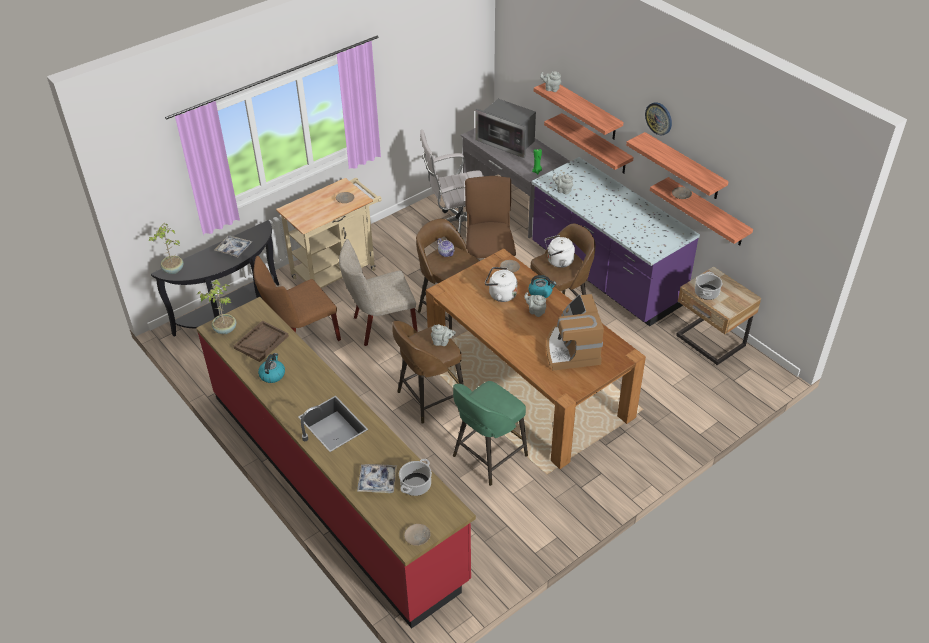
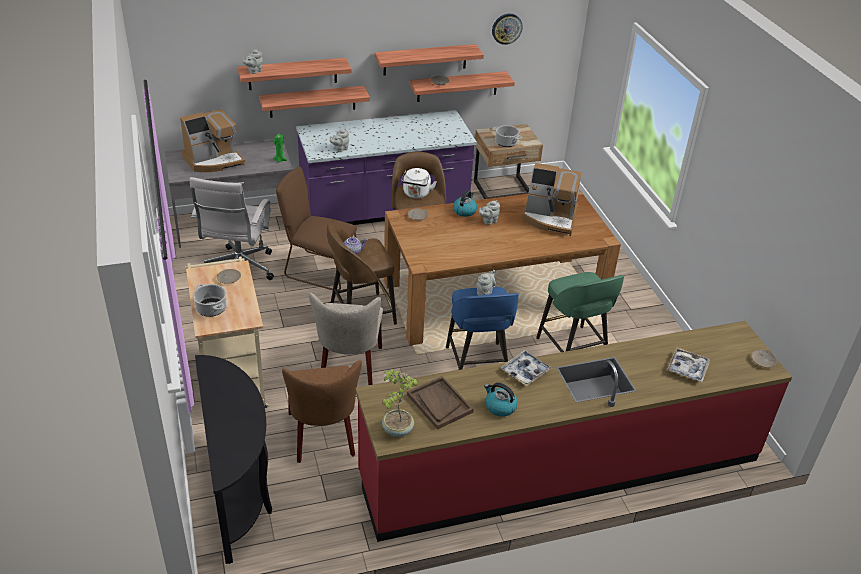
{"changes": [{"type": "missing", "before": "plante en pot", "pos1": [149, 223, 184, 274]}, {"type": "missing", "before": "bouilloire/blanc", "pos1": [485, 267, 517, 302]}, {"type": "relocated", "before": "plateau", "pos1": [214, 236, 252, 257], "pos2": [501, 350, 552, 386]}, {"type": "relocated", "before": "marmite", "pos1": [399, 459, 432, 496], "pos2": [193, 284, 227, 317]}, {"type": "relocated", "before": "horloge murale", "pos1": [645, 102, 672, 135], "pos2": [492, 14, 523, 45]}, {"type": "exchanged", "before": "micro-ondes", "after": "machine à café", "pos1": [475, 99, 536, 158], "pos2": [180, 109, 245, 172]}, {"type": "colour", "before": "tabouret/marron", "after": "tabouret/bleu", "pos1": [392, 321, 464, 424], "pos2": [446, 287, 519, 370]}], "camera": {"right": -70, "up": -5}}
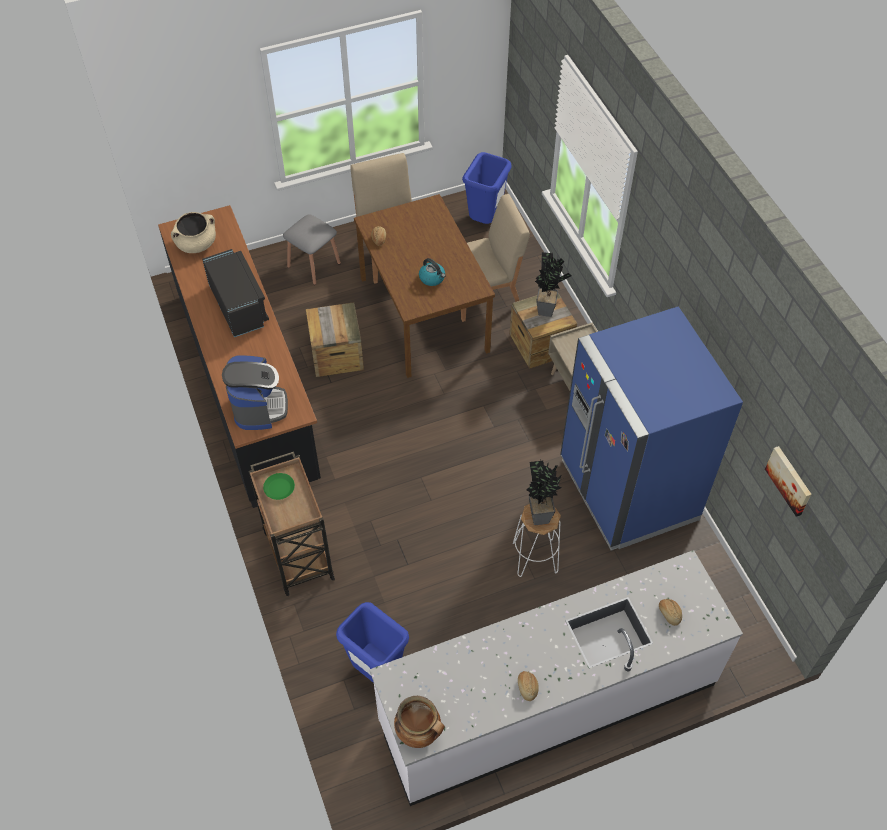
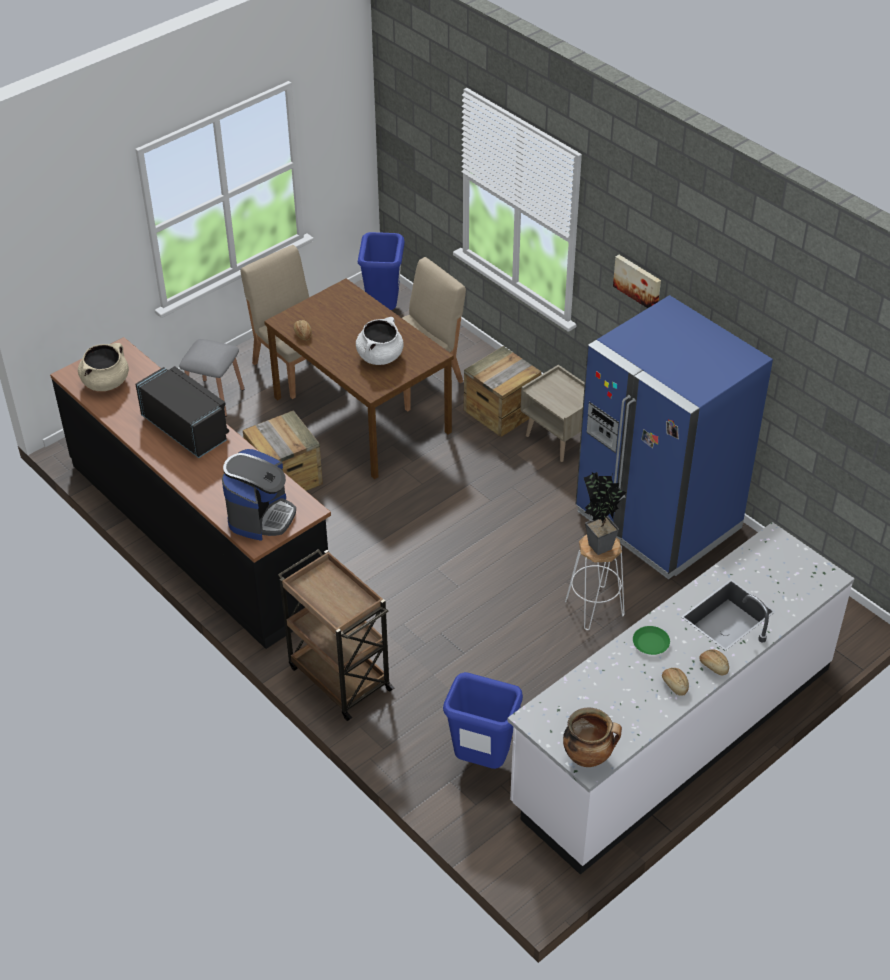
{"changes": [{"type": "missing", "before": "plante en pot", "pos1": [535, 252, 572, 317]}, {"type": "relocated", "before": "assiette/vert", "pos1": [263, 473, 295, 500], "pos2": [633, 626, 670, 655]}, {"type": "relocated", "before": "pain", "pos1": [659, 599, 682, 626], "pos2": [699, 649, 729, 675]}, {"type": "relocated", "before": "tableau", "pos1": [765, 446, 812, 517], "pos2": [613, 255, 661, 308]}, {"type": "exchanged", "before": "bouilloire", "after": "marmite/blanc", "pos1": [419, 258, 445, 286], "pos2": [356, 317, 404, 365]}, {"type": "spun", "before": "machine à café", "pos1": [222, 355, 288, 430], "pos2": [222, 449, 296, 541], "turn": 45}], "camera": {"right": -20, "up": -10}}
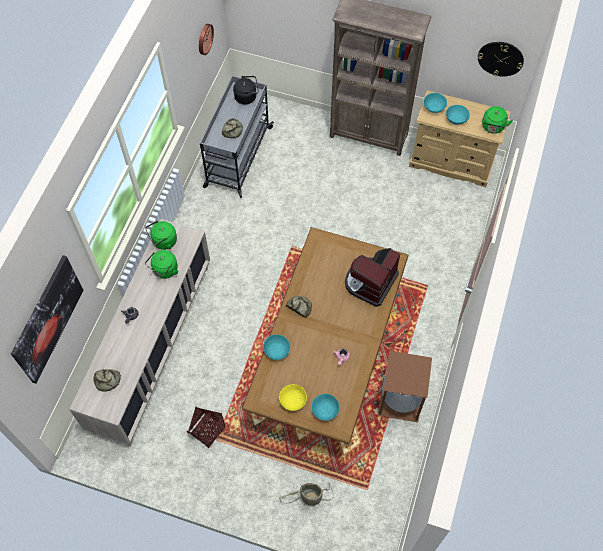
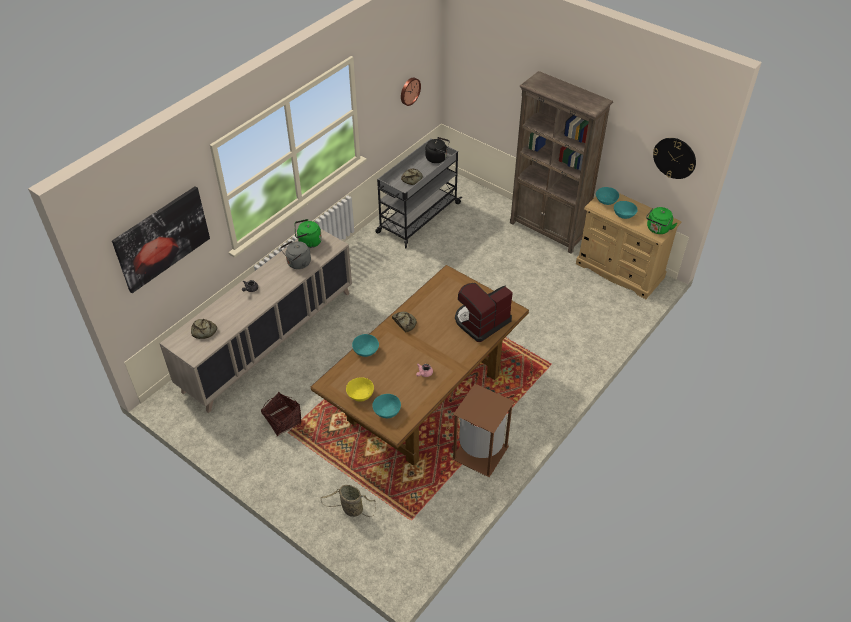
{"changes": [{"type": "colour", "before": "bouilloire/vert", "after": "bouilloire/gris", "pos1": [145, 250, 178, 279], "pos2": [280, 241, 311, 269]}], "camera": {"right": 20, "up": -15}}
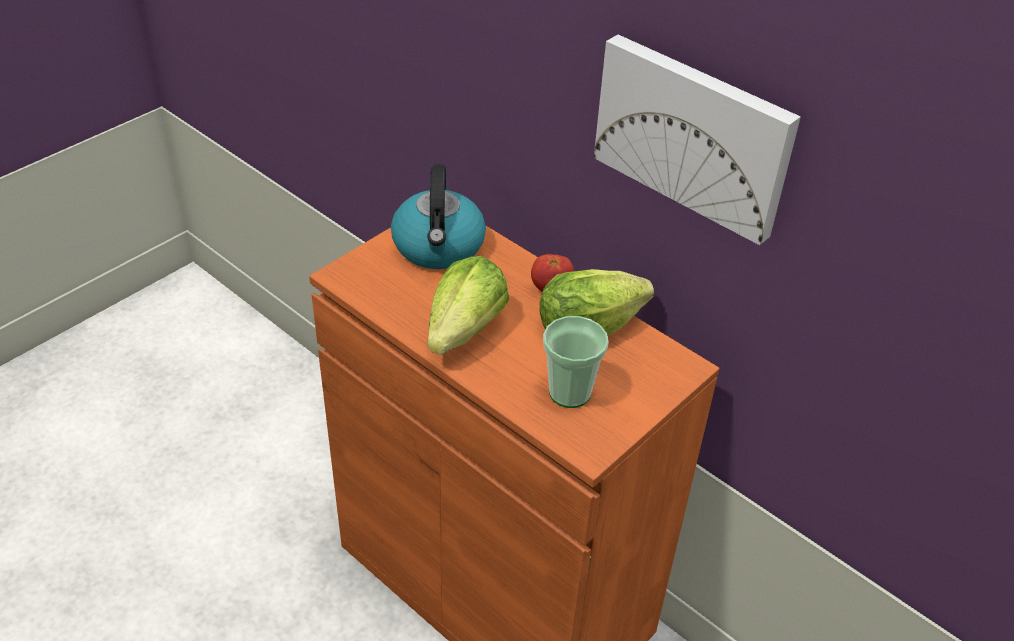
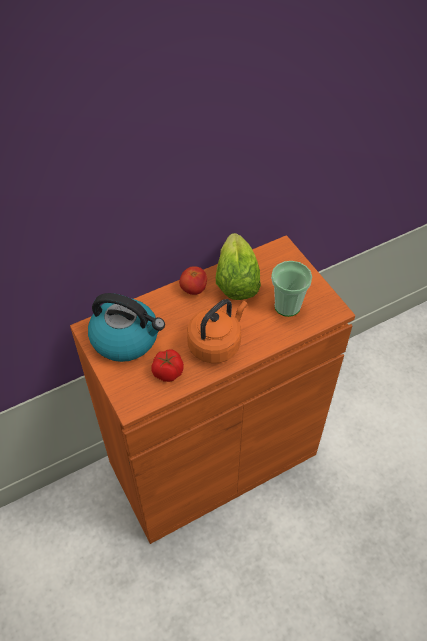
{"changes": [{"type": "missing", "before": "tableau", "pos1": [594, 35, 801, 245]}, {"type": "appeared", "after": "tomate", "pos2": [152, 349, 184, 382]}, {"type": "exchanged", "before": "laitue", "after": "bouilloire/orange", "pos1": [428, 256, 509, 355], "pos2": [187, 299, 248, 363]}], "camera": {"right": -70, "up": 10}}
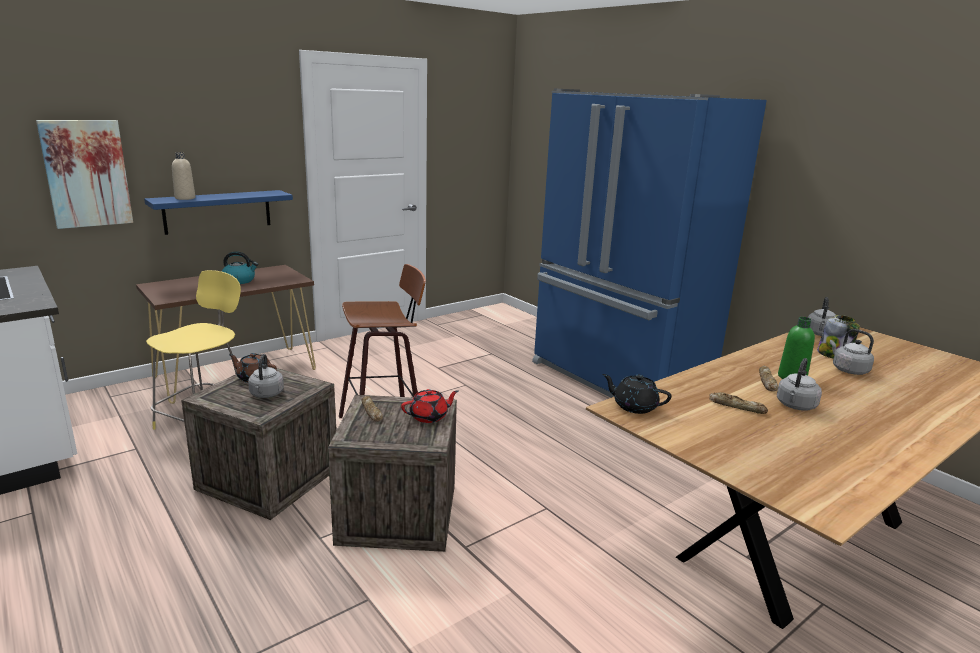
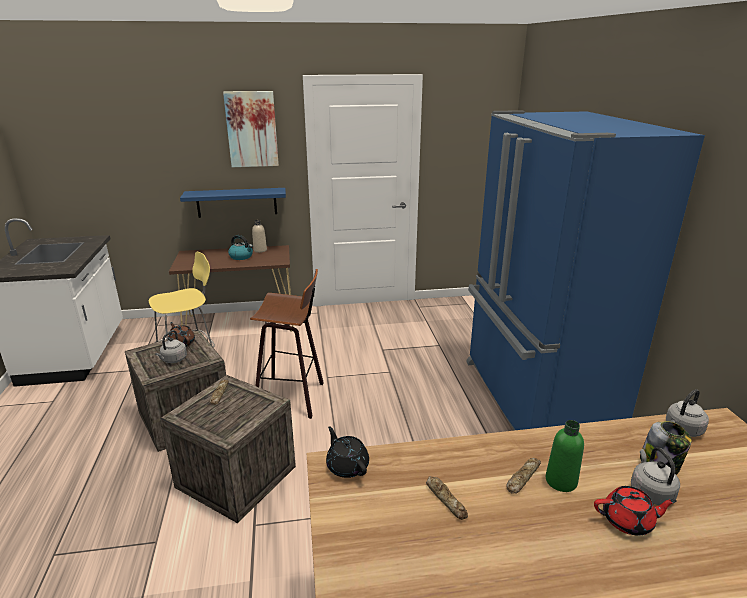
{"changes": [{"type": "missing", "before": "bouilloire/gris", "pos1": [777, 358, 822, 411]}, {"type": "relocated", "before": "tableau", "pos1": [36, 120, 133, 229], "pos2": [223, 91, 279, 167]}, {"type": "relocated", "before": "bouteille/beige", "pos1": [172, 152, 195, 200], "pos2": [252, 220, 267, 253]}, {"type": "relocated", "before": "théière/rouge", "pos1": [401, 389, 458, 423], "pos2": [594, 486, 677, 535]}], "camera": {"right": 30, "up": 5}}
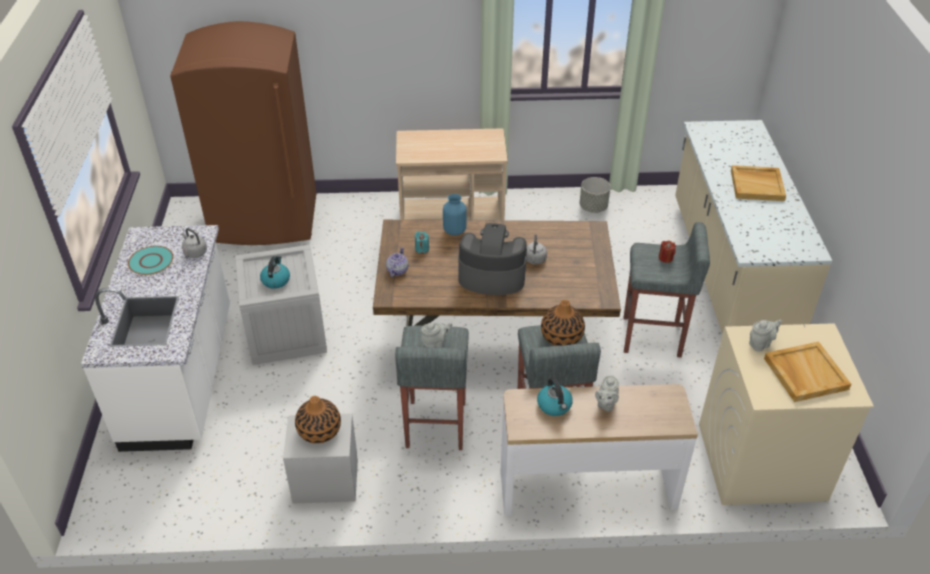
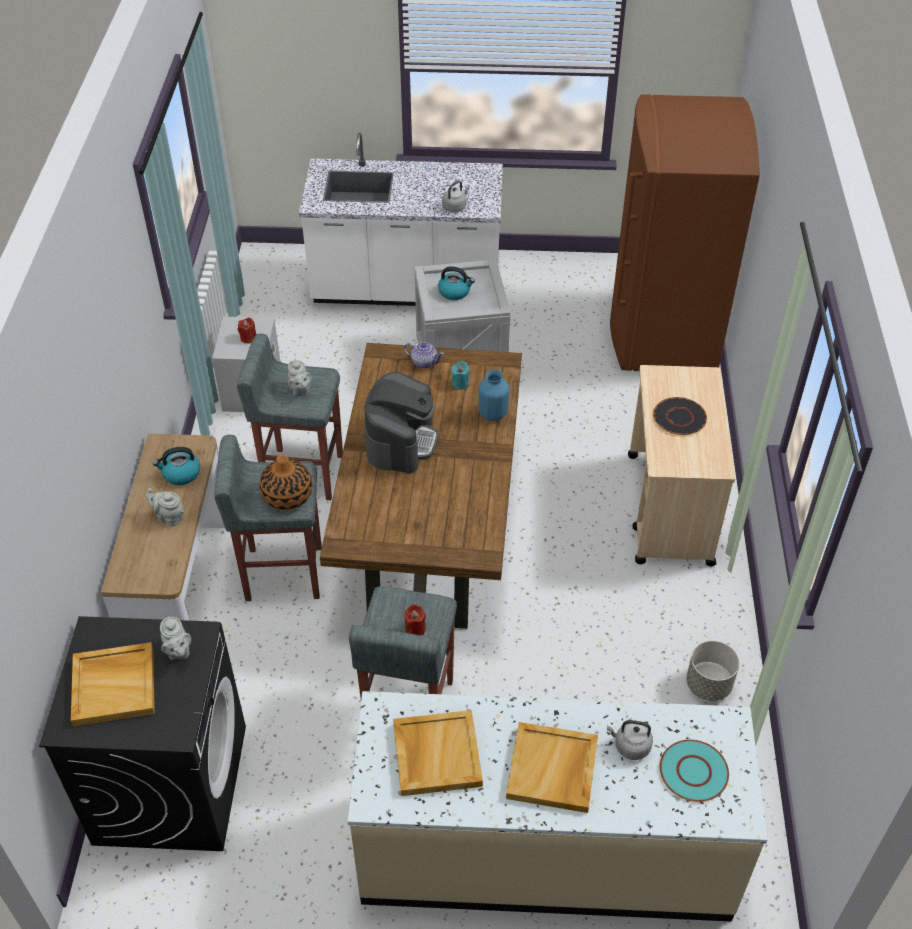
{"changes": [{"type": "appeared", "after": "plateau/beige", "pos2": [393, 710, 483, 796]}, {"type": "appeared", "after": "assiette/noir", "pos2": [653, 397, 707, 435]}, {"type": "relocated", "before": "assiette/turquoise", "pos1": [128, 246, 173, 275], "pos2": [660, 739, 729, 802]}, {"type": "relocated", "before": "bouilloire/gris", "pos1": [526, 234, 547, 264], "pos2": [607, 720, 653, 760]}, {"type": "exchanged", "before": "vase", "after": "bougie/rouge", "pos1": [295, 396, 341, 444], "pos2": [238, 317, 257, 344]}, {"type": "colour", "before": "lave-linge/beige", "after": "lave-linge/noir", "pos1": [699, 323, 874, 505], "pos2": [39, 616, 246, 851]}], "camera": {"right": 95, "up": 5}}
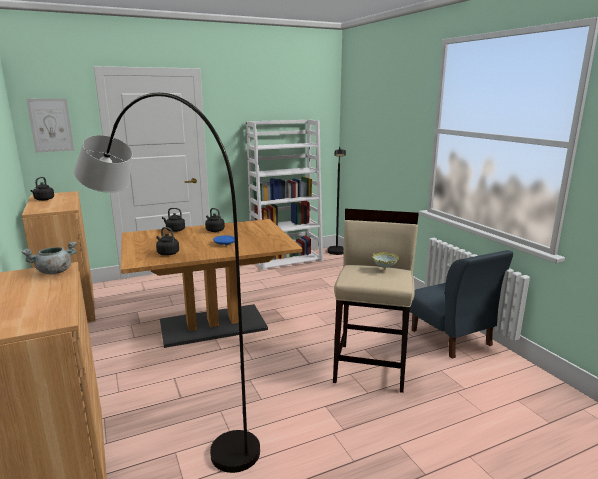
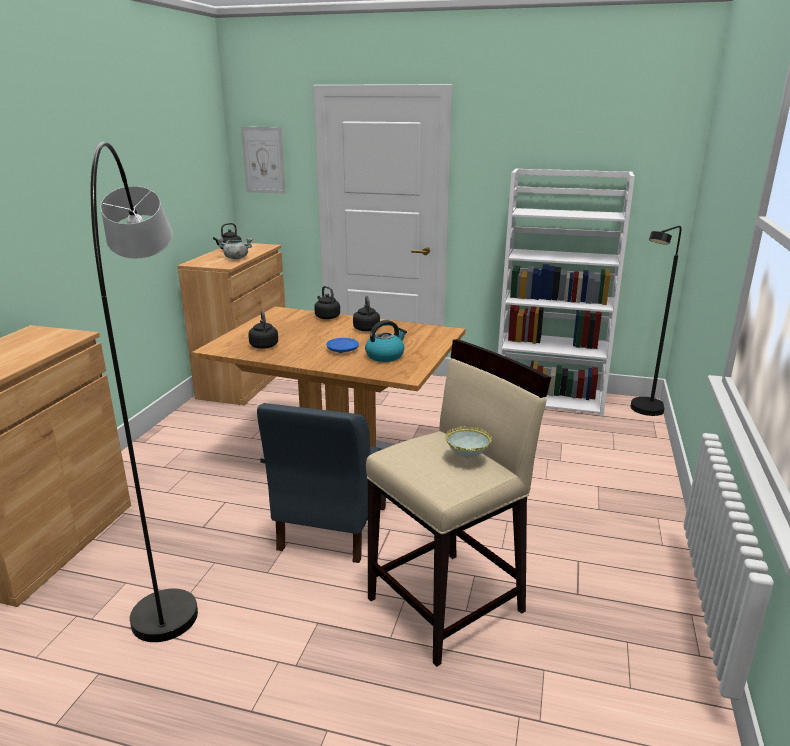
{"changes": [{"type": "appeared", "after": "bouilloire", "pos2": [365, 320, 407, 362]}, {"type": "relocated", "before": "marmite/gris", "pos1": [21, 241, 77, 274], "pos2": [216, 237, 253, 259]}, {"type": "relocated", "before": "chaise/bleu", "pos1": [409, 250, 513, 359], "pos2": [257, 403, 386, 563]}], "camera": {"right": 40, "up": 5}}
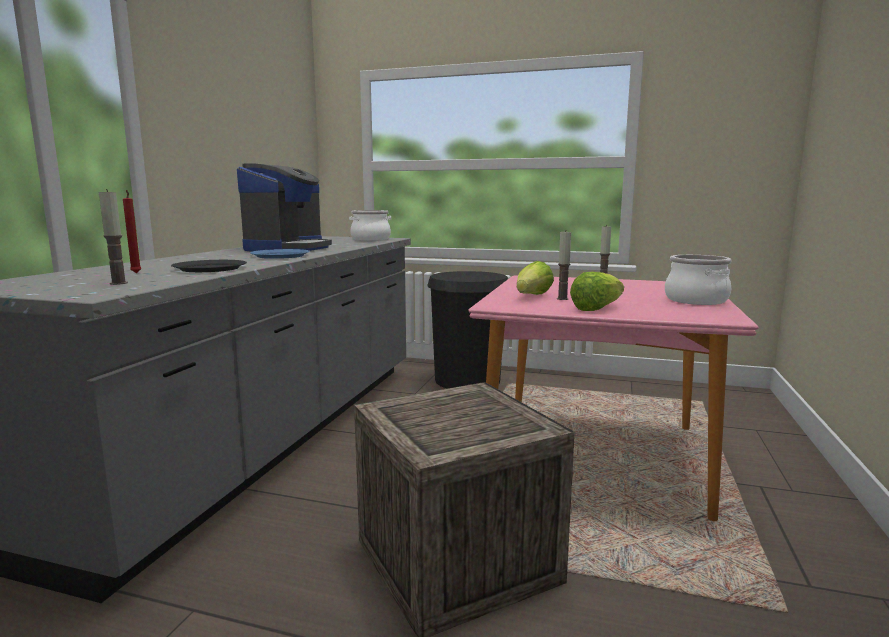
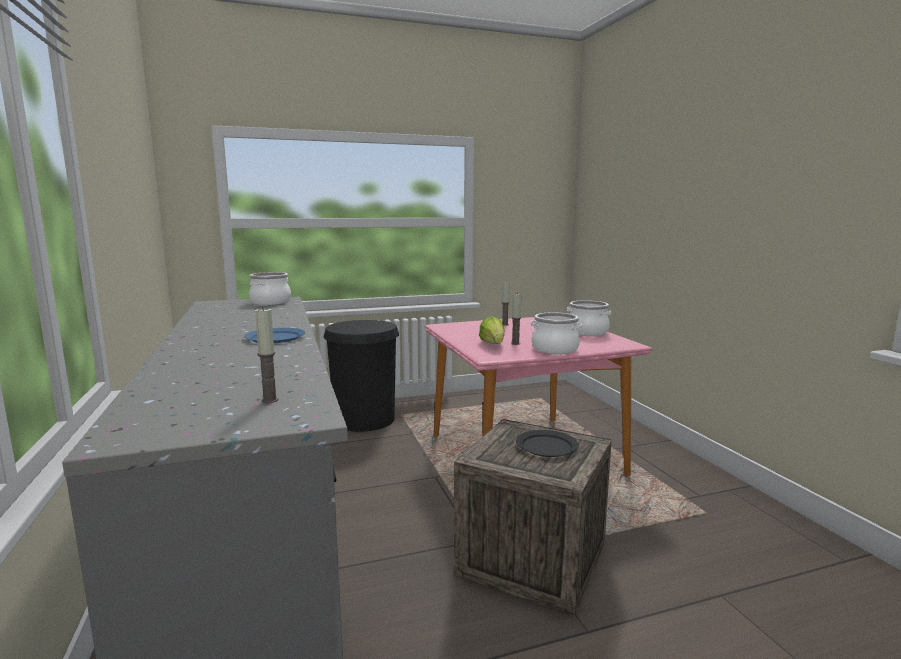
{"changes": [{"type": "missing", "before": "bougie/rouge", "pos1": [123, 190, 142, 273]}, {"type": "missing", "before": "machine à café", "pos1": [237, 163, 332, 252]}, {"type": "relocated", "before": "assiette/noir", "pos1": [171, 260, 247, 272], "pos2": [516, 430, 579, 457]}, {"type": "exchanged", "before": "laitue", "after": "marmite", "pos1": [570, 272, 624, 311], "pos2": [531, 312, 582, 354]}], "camera": {"right": -35, "up": 0}}
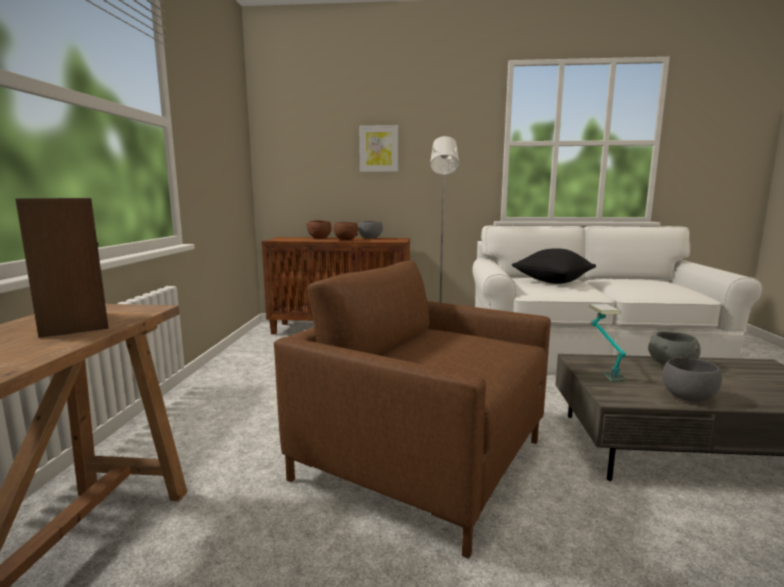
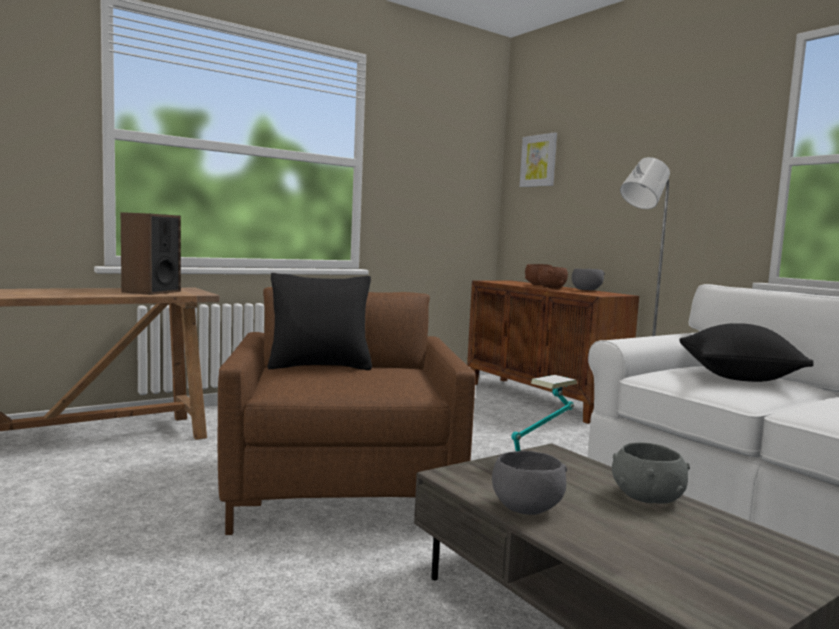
{"changes": [{"type": "appeared", "after": "coussin/noir", "pos2": [267, 273, 372, 370]}, {"type": "relocated", "before": "tableau", "pos1": [359, 125, 398, 172], "pos2": [519, 132, 557, 187]}], "camera": {"right": 50, "up": -5}}
